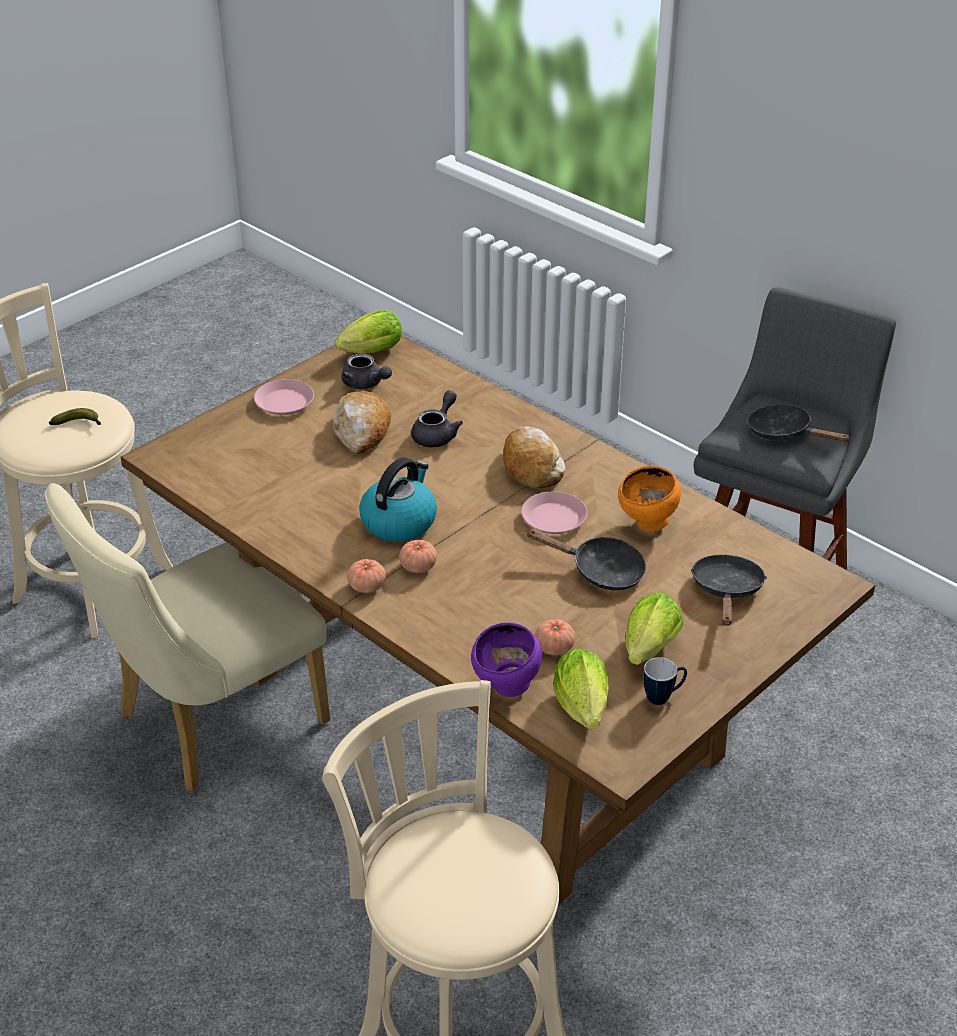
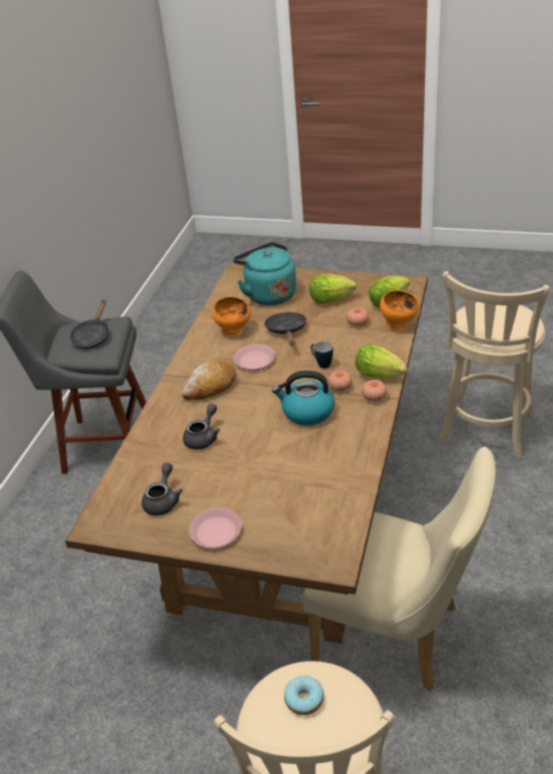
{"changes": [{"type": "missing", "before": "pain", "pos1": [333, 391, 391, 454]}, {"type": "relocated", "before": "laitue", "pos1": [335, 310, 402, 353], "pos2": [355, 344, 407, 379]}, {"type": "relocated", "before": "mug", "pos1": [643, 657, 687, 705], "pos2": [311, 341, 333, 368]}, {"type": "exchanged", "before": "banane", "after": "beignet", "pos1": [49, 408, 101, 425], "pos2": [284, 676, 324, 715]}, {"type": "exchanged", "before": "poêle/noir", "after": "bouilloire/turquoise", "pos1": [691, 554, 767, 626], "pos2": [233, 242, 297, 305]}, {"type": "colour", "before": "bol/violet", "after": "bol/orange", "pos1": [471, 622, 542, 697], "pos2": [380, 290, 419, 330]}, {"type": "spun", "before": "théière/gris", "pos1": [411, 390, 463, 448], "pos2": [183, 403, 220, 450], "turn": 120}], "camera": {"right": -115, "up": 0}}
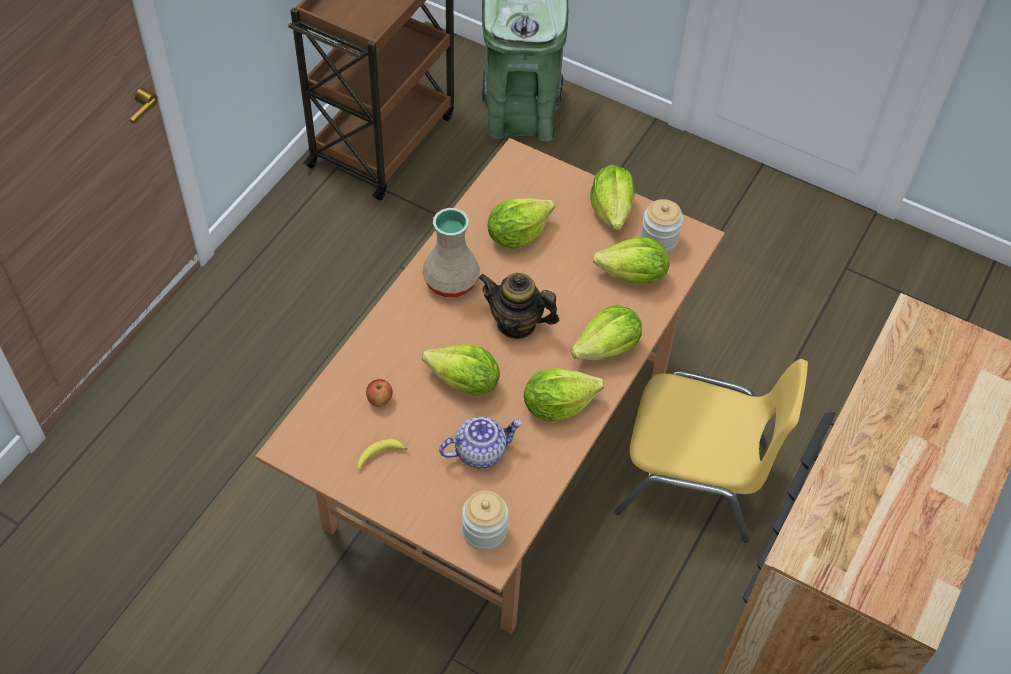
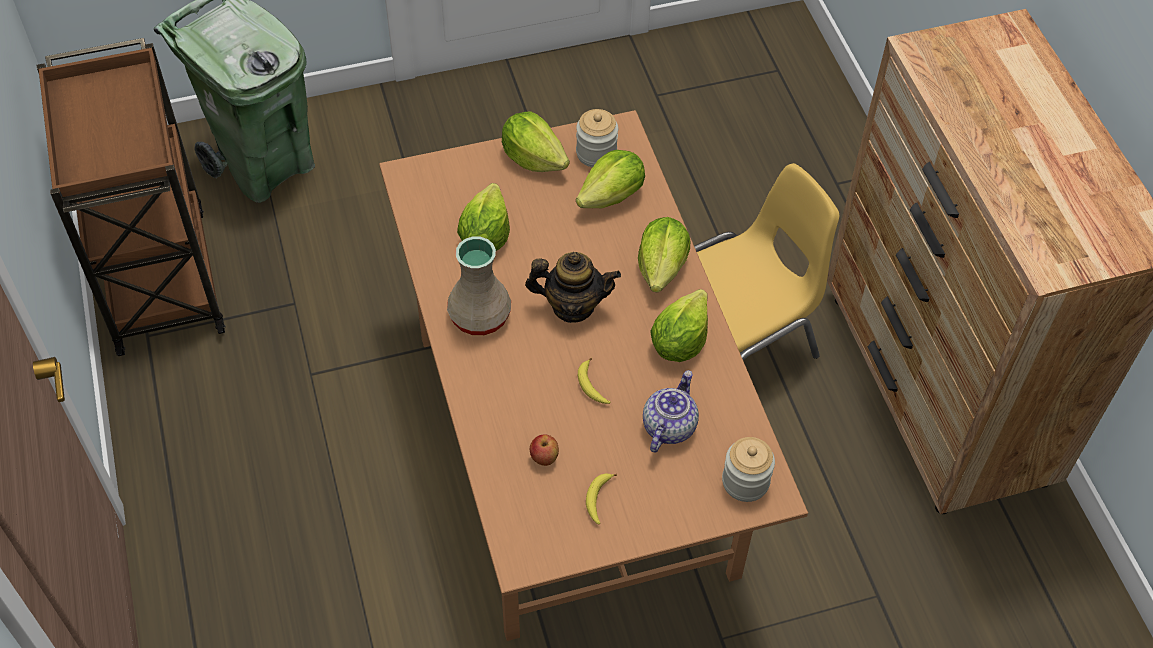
{"changes": [{"type": "exchanged", "before": "laitue", "after": "banane", "pos1": [422, 344, 500, 396], "pos2": [578, 358, 610, 404]}, {"type": "spun", "before": "théière", "pos1": [478, 273, 559, 339], "pos2": [525, 252, 621, 323], "turn": -150}], "camera": {"right": -45, "up": 0}}
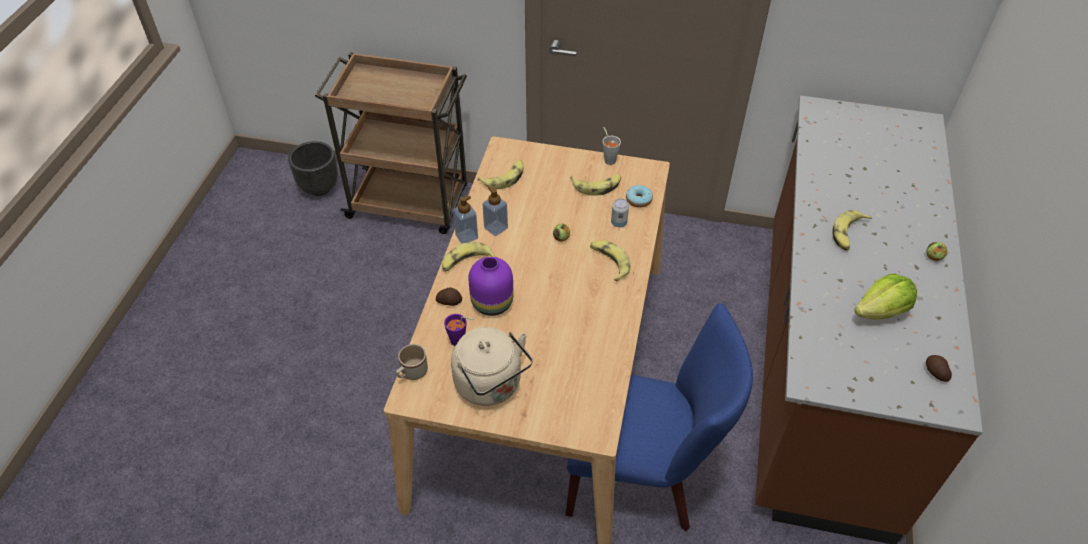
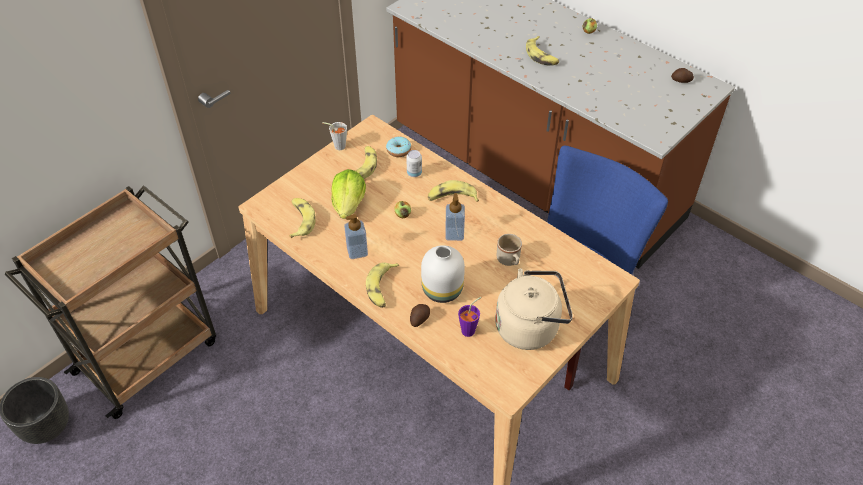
{"changes": [{"type": "relocated", "before": "mug/beige", "pos1": [396, 344, 428, 380], "pos2": [497, 234, 522, 266]}, {"type": "relocated", "before": "distributeur de savon", "pos1": [453, 196, 478, 243], "pos2": [445, 193, 465, 241]}, {"type": "relocated", "before": "laitue", "pos1": [855, 274, 917, 320], "pos2": [331, 169, 366, 219]}, {"type": "colour", "before": "vase/violet", "after": "vase/blanc", "pos1": [468, 257, 513, 316], "pos2": [421, 245, 465, 303]}], "camera": {"right": -60, "up": 0}}
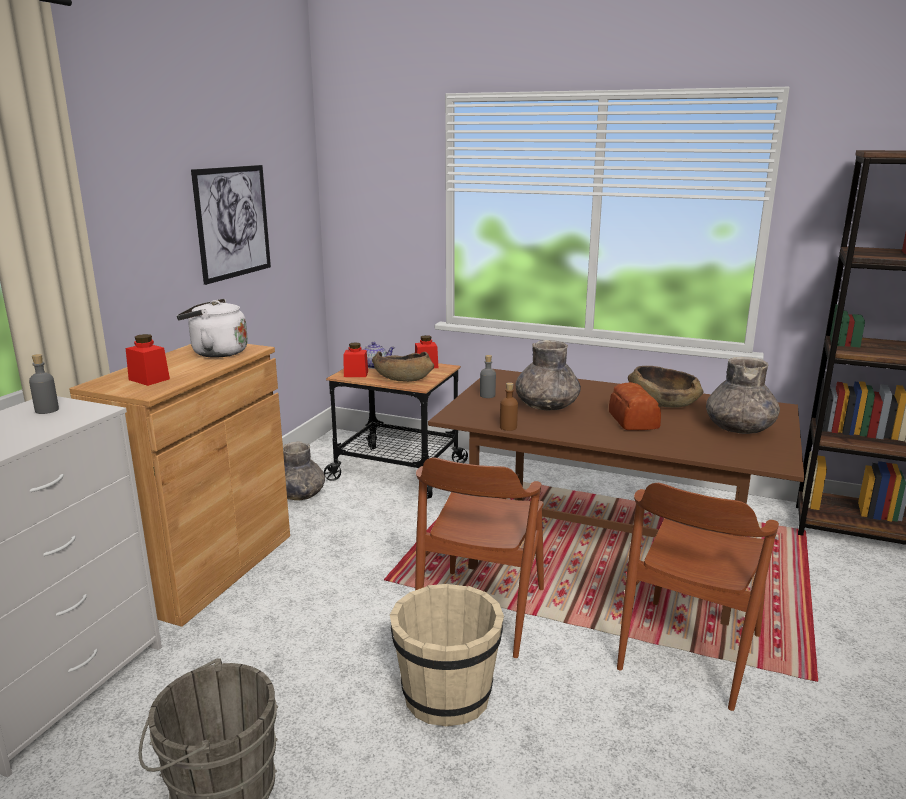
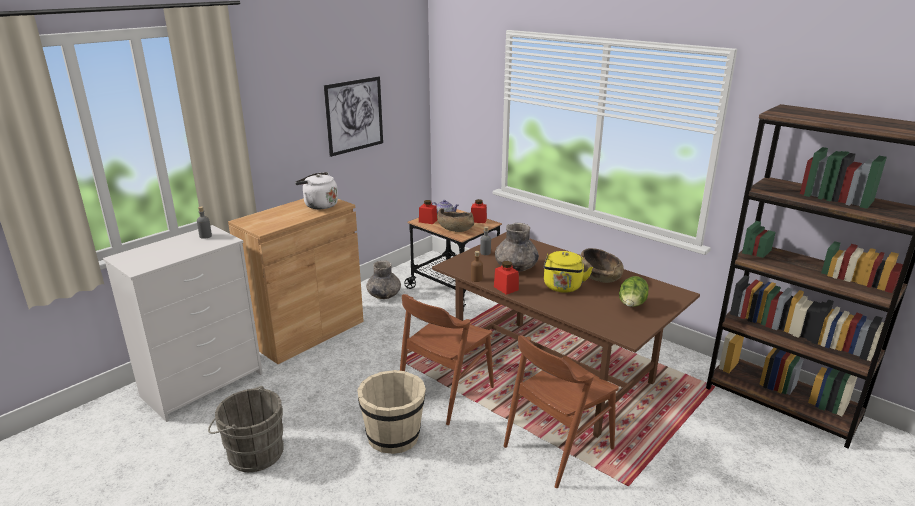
{"changes": [{"type": "relocated", "before": "bocal/rouge", "pos1": [126, 334, 170, 386], "pos2": [494, 261, 519, 295]}, {"type": "exchanged", "before": "pain", "after": "bouilloire/jaune", "pos1": [609, 382, 661, 430], "pos2": [544, 251, 593, 292]}, {"type": "exchanged", "before": "vase/gris", "after": "laitue", "pos1": [706, 357, 780, 434], "pos2": [619, 276, 649, 307]}], "camera": {"right": 20, "up": 5}}
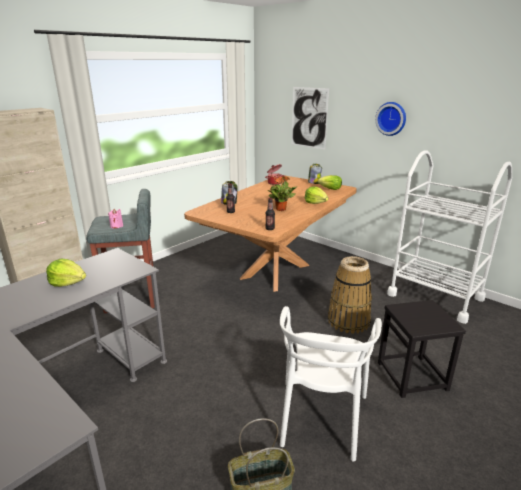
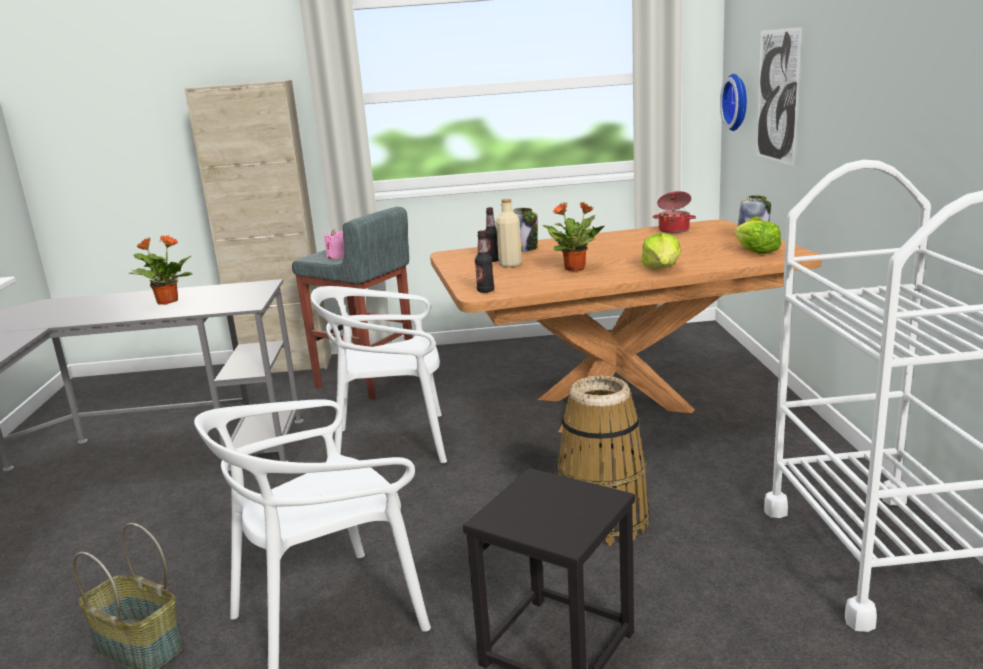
{"changes": [{"type": "appeared", "after": "chaise/blanc", "pos2": [311, 286, 447, 463]}, {"type": "appeared", "after": "bouteille/beige", "pos2": [496, 199, 522, 268]}, {"type": "relocated", "before": "horloge murale", "pos1": [375, 102, 406, 136], "pos2": [720, 74, 747, 131]}, {"type": "exchanged", "before": "laitue", "after": "plante en pot", "pos1": [46, 259, 86, 287], "pos2": [128, 235, 192, 305]}], "camera": {"right": 45, "up": -5}}
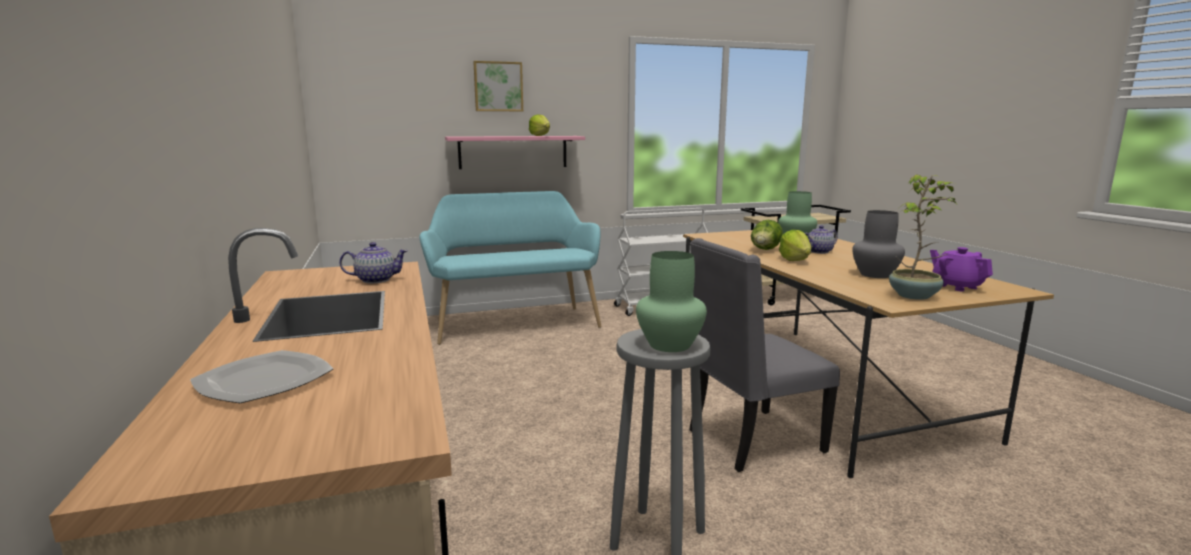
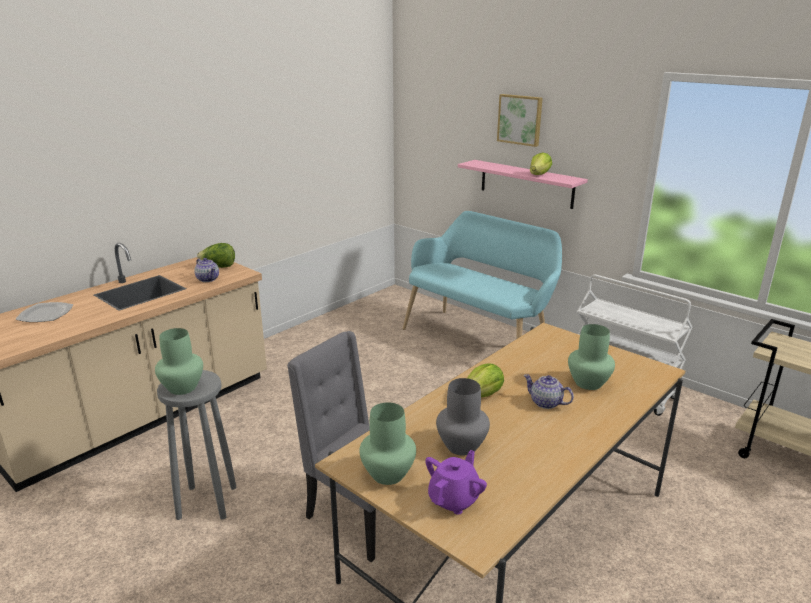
{"changes": [{"type": "relocated", "before": "laitue", "pos1": [751, 220, 783, 250], "pos2": [197, 243, 235, 268]}, {"type": "exchanged", "before": "plante en pot", "after": "vase/vert", "pos1": [889, 174, 958, 300], "pos2": [359, 402, 416, 485]}], "camera": {"right": 60, "up": 10}}
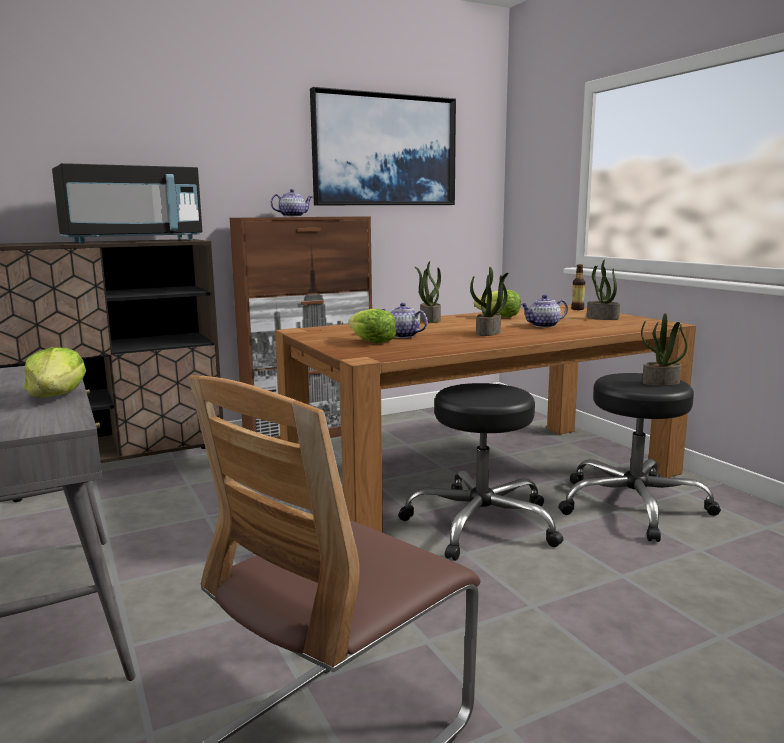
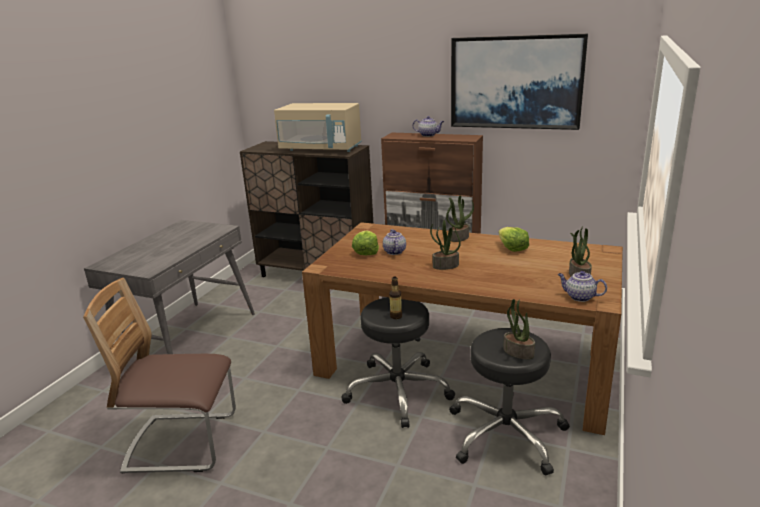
{"changes": [{"type": "missing", "before": "laitue", "pos1": [24, 347, 86, 398]}, {"type": "relocated", "before": "théière", "pos1": [521, 295, 568, 327], "pos2": [558, 271, 607, 302]}, {"type": "relocated", "before": "bouteille", "pos1": [571, 264, 585, 310], "pos2": [389, 276, 402, 319]}, {"type": "colour", "before": "micro-ondes/noir", "after": "micro-ondes/beige", "pos1": [52, 163, 202, 243], "pos2": [274, 103, 362, 152]}], "camera": {"right": 50, "up": 10}}
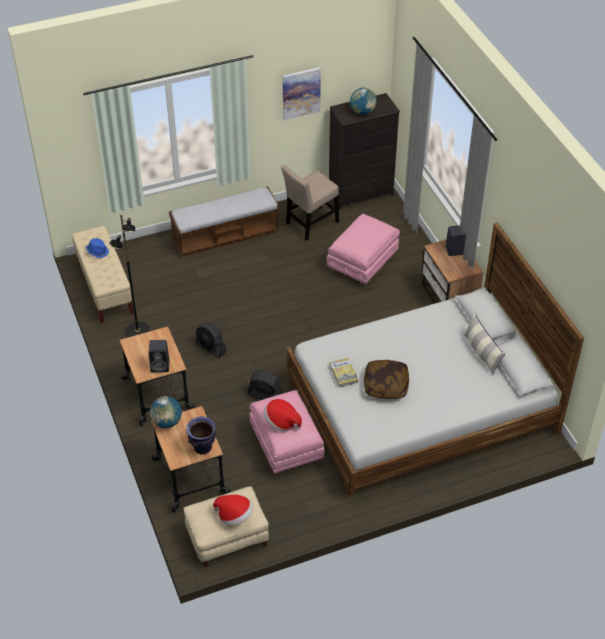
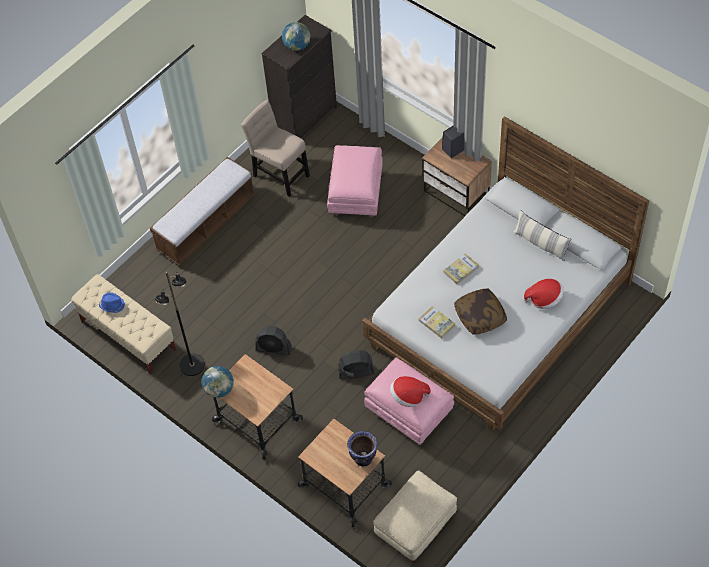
{"changes": [{"type": "missing", "before": "enceinte/noir", "pos1": [149, 340, 170, 372]}, {"type": "missing", "before": "tableau", "pos1": [283, 67, 321, 120]}, {"type": "appeared", "after": "livre", "pos2": [443, 253, 479, 284]}, {"type": "relocated", "before": "globe", "pos1": [149, 396, 182, 428], "pos2": [202, 366, 234, 398]}, {"type": "relocated", "before": "chapeau", "pos1": [213, 495, 253, 525], "pos2": [524, 279, 564, 309]}, {"type": "spun", "before": "chaise/beige", "pos1": [281, 165, 339, 241], "pos2": [241, 100, 310, 197], "turn": 105}], "camera": {"right": -25, "up": 10}}
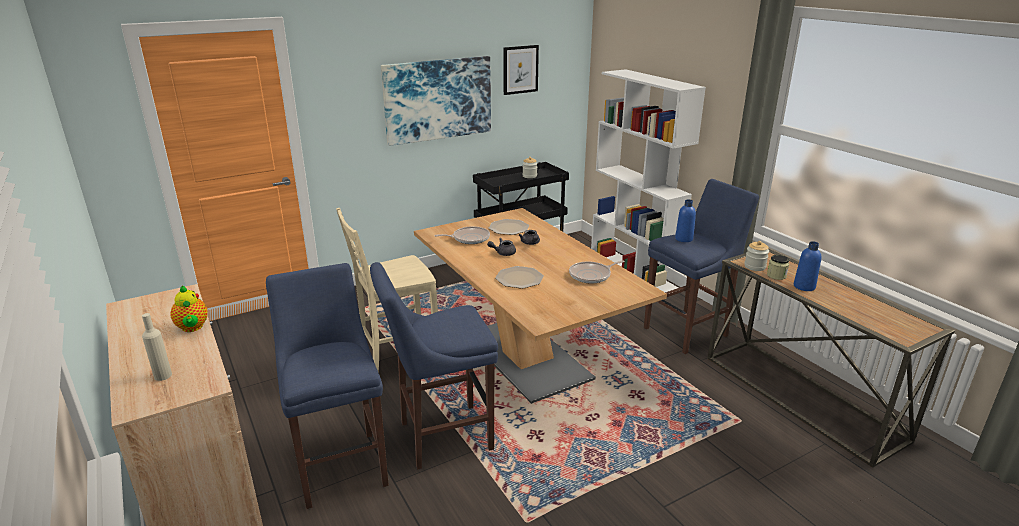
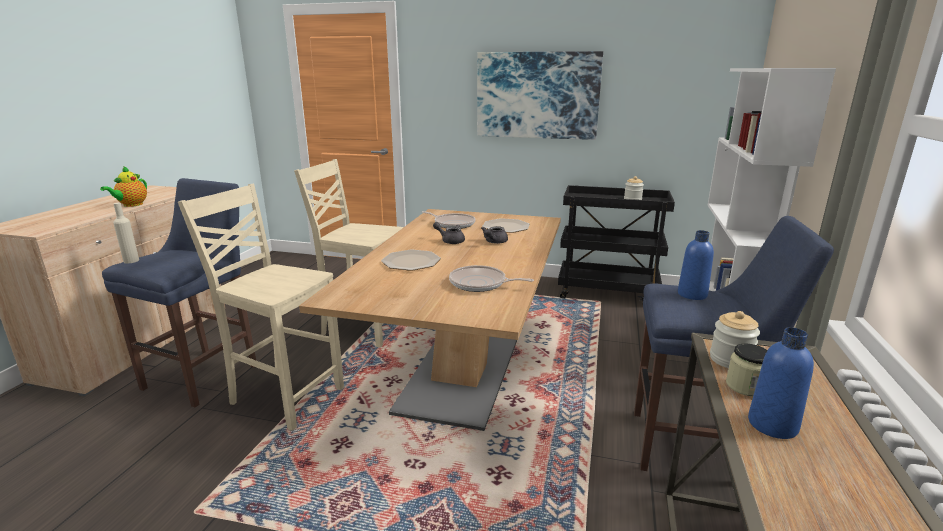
{"changes": [{"type": "missing", "before": "tableau", "pos1": [503, 45, 539, 95]}, {"type": "relocated", "before": "bouteille/beige", "pos1": [142, 313, 172, 381], "pos2": [113, 203, 139, 264]}, {"type": "exchanged", "before": "tabouret/bleu", "after": "chaise/beige", "pos1": [370, 262, 498, 470], "pos2": [178, 184, 344, 431]}], "camera": {"right": 45, "up": -5}}
